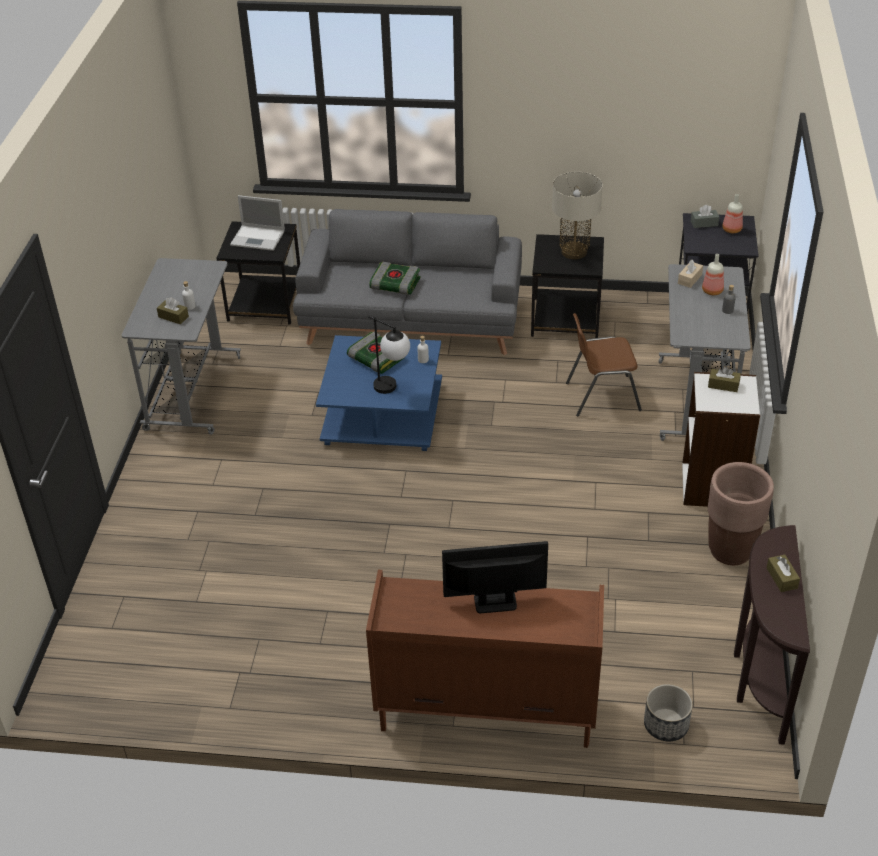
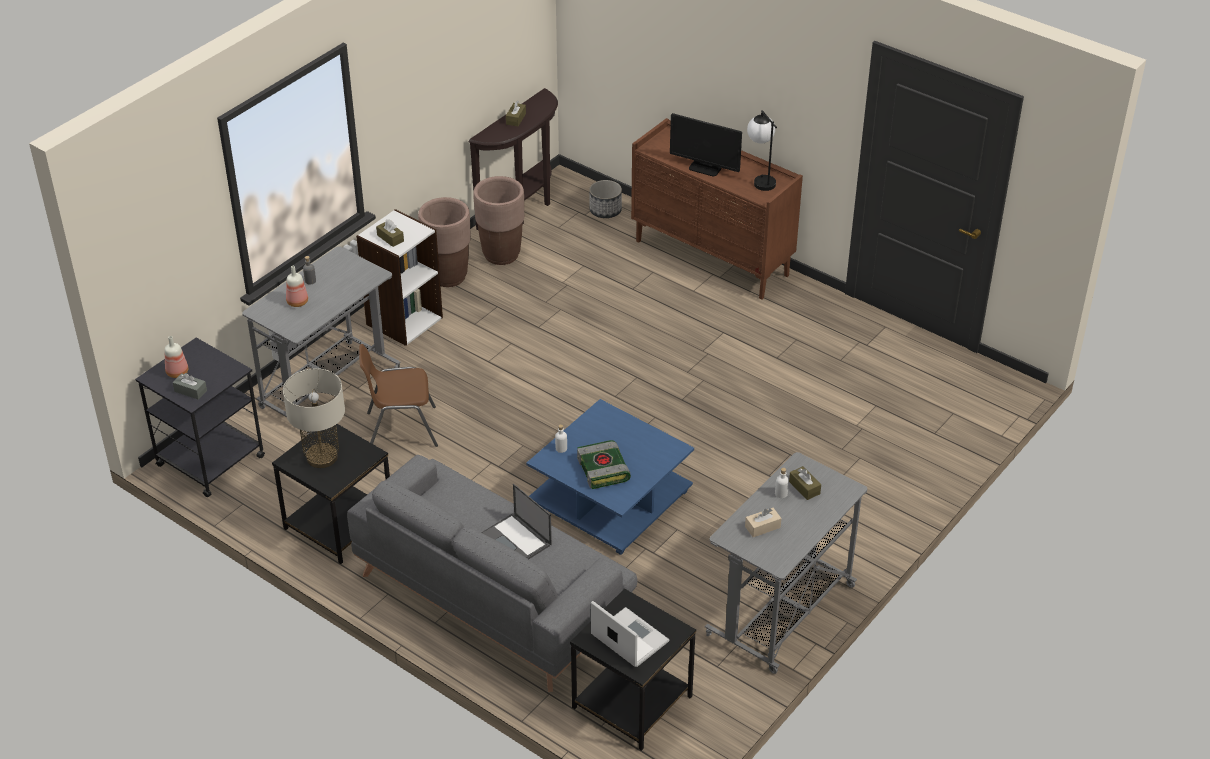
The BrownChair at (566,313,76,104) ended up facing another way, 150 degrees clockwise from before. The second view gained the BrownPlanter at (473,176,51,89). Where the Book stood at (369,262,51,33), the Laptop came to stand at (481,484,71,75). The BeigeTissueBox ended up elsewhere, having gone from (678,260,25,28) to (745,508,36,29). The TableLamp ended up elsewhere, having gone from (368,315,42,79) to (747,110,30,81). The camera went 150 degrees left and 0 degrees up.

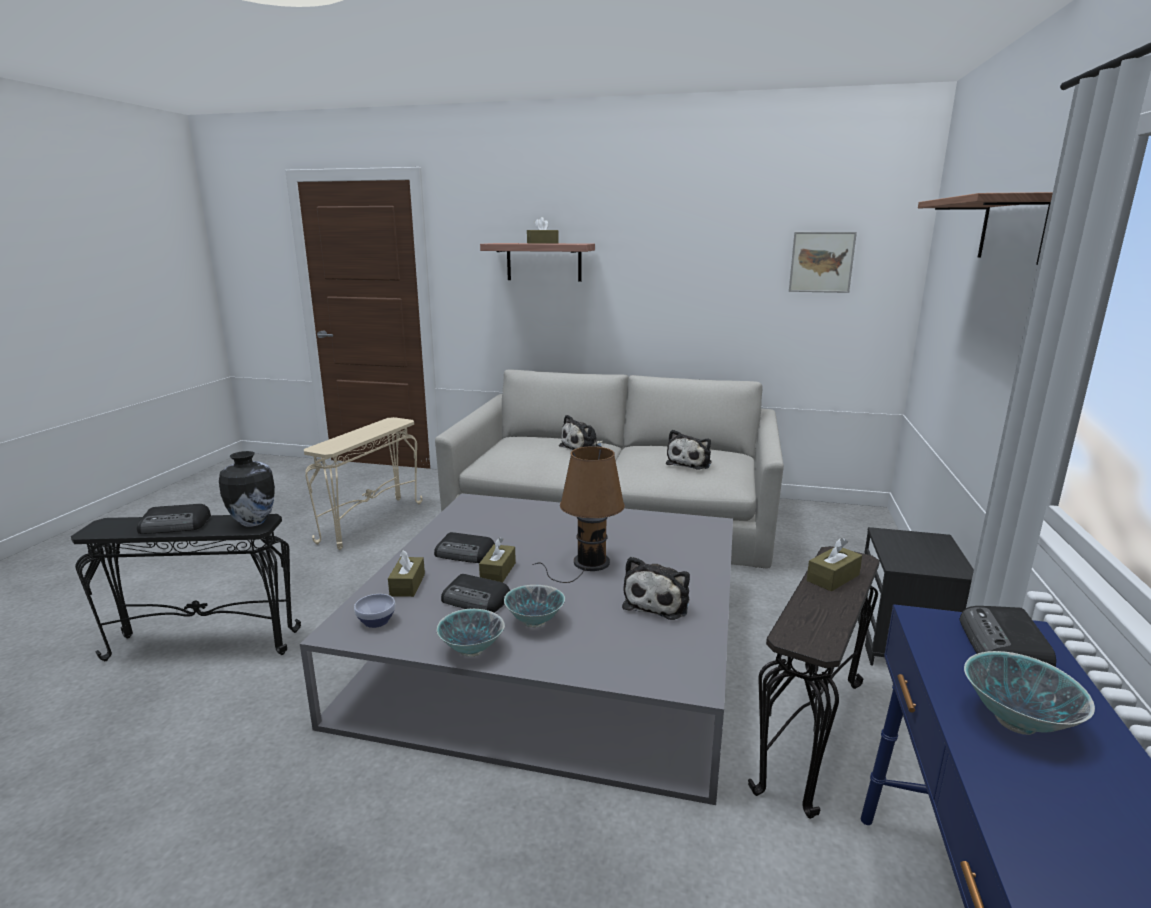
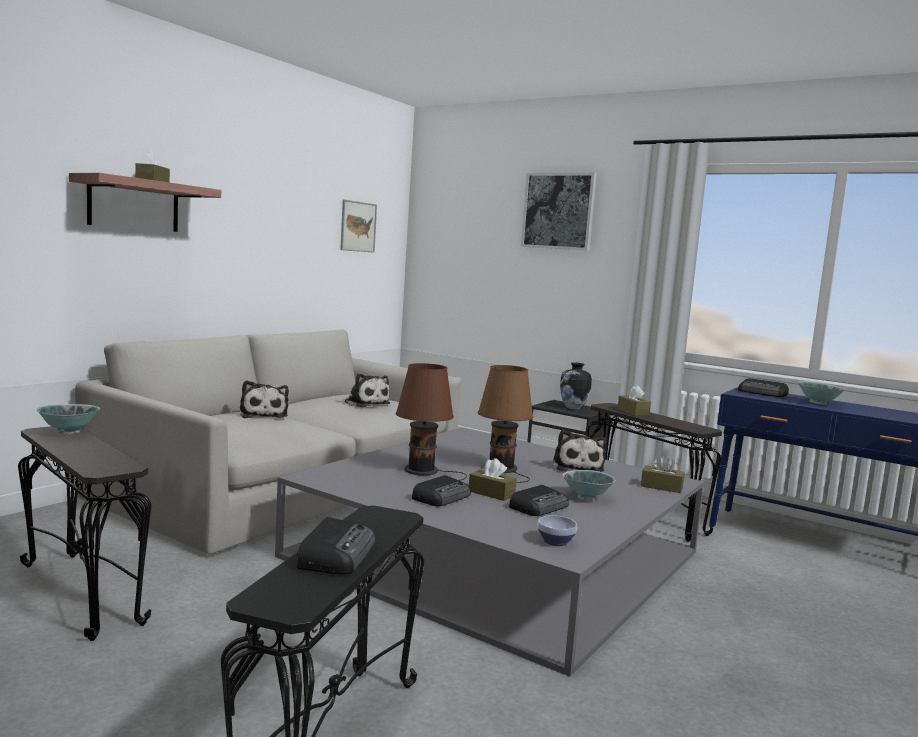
What was the BeigeSideTable at (304,417,119,133) turned into the BlackSideTable at (18,426,133,215). The Bowl ended up elsewhere, having gone from (437,609,68,48) to (37,404,63,30). The second view gained the BrownTableLamp at (396,363,71,118). Where the Shelf hung at (918,192,135,73), the Picture came to hang at (521,172,76,79). The PlushToy at (622,556,68,64) ended up facing another way, 45 degrees clockwise from before. The Vase ended up elsewhere, having gone from (219,451,56,76) to (560,362,32,48). The BrownTissueBox ended up elsewhere, having gone from (388,550,37,47) to (641,455,44,38). The camera went 70 degrees left and 10 degrees down.

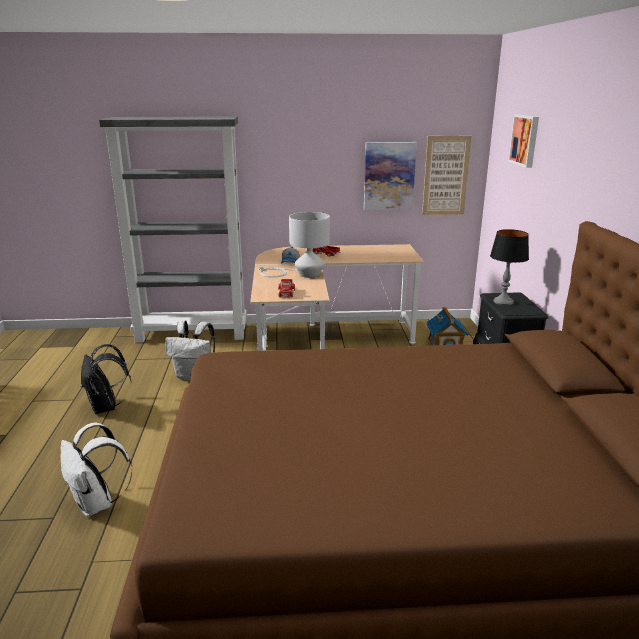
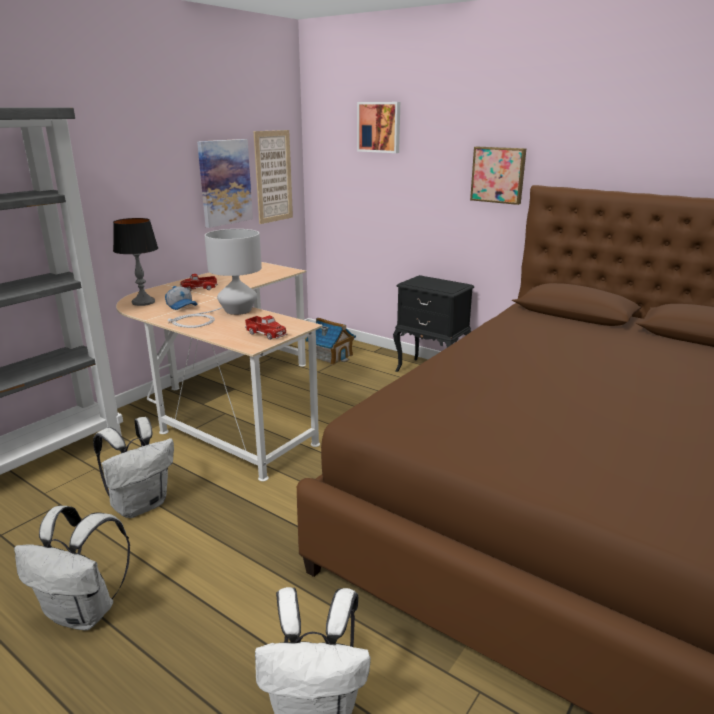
What was the BlackBackpack at (81,344,51,70) turned into the WhiteBackpack at (14,506,116,124). The TableLamp ended up elsewhere, having gone from (490,229,39,77) to (113,218,45,88). The second view gained the Picture at (470,147,57,58). The camera went 50 degrees left and 0 degrees up.

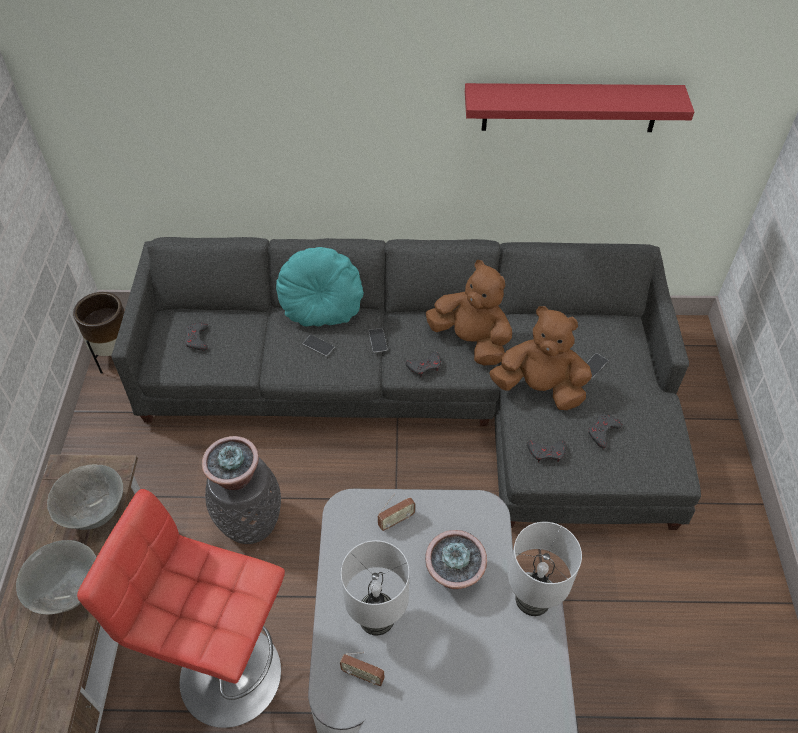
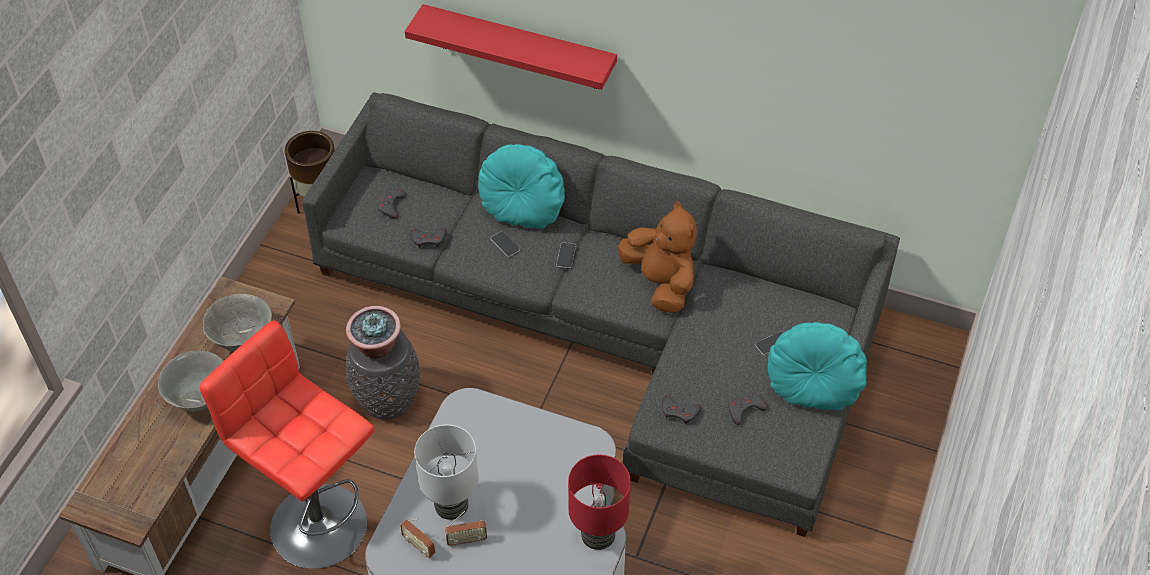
The RedShelf ended up elsewhere, having gone from (465,83,229,49) to (405,4,212,86). The GreyGameController ended up elsewhere, having gone from (406,352,35,25) to (410,228,37,20). The Radio ended up elsewhere, having gone from (378,493,37,38) to (445,511,42,36). What was the GreyTableLamp at (508,522,74,94) turned into the RedTableLamp at (568,455,63,95). The second view gained the TurquoisePillow at (768,322,99,89). The second view lost the PottedPlant at (425,530,62,59). The second view lost the BrownPlushToy at (489,306,103,104). The camera went 20 degrees right and 0 degrees up.

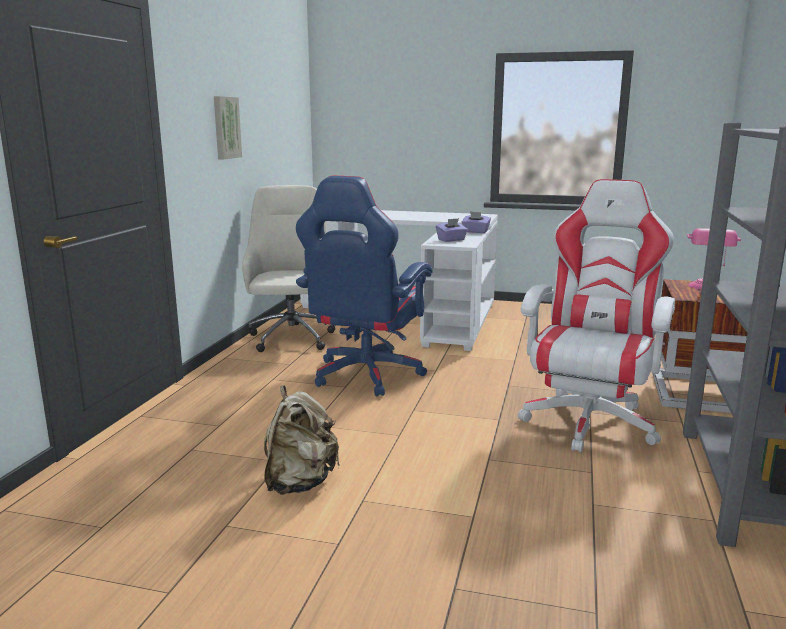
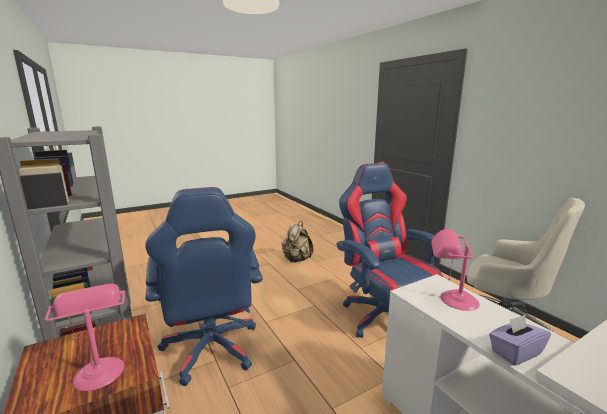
What was the WhiteOfficeChair at (518,179,157,273) turned into the BlueOfficeChair at (145,187,118,199). Where the PurpleTissueBox stood at (436,218,32,24), the PinkTableLamp came to stand at (432,229,48,82). The second view lost the Picture at (214,96,28,63). The camera went 135 degrees right and 0 degrees up.

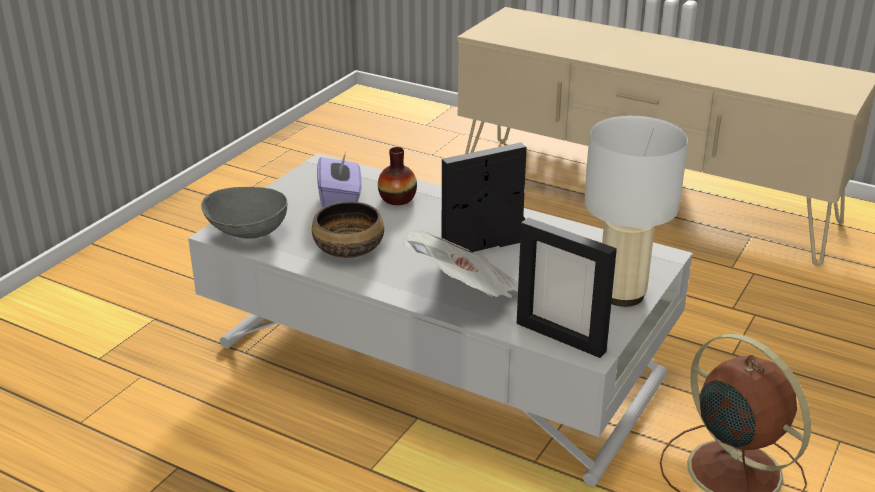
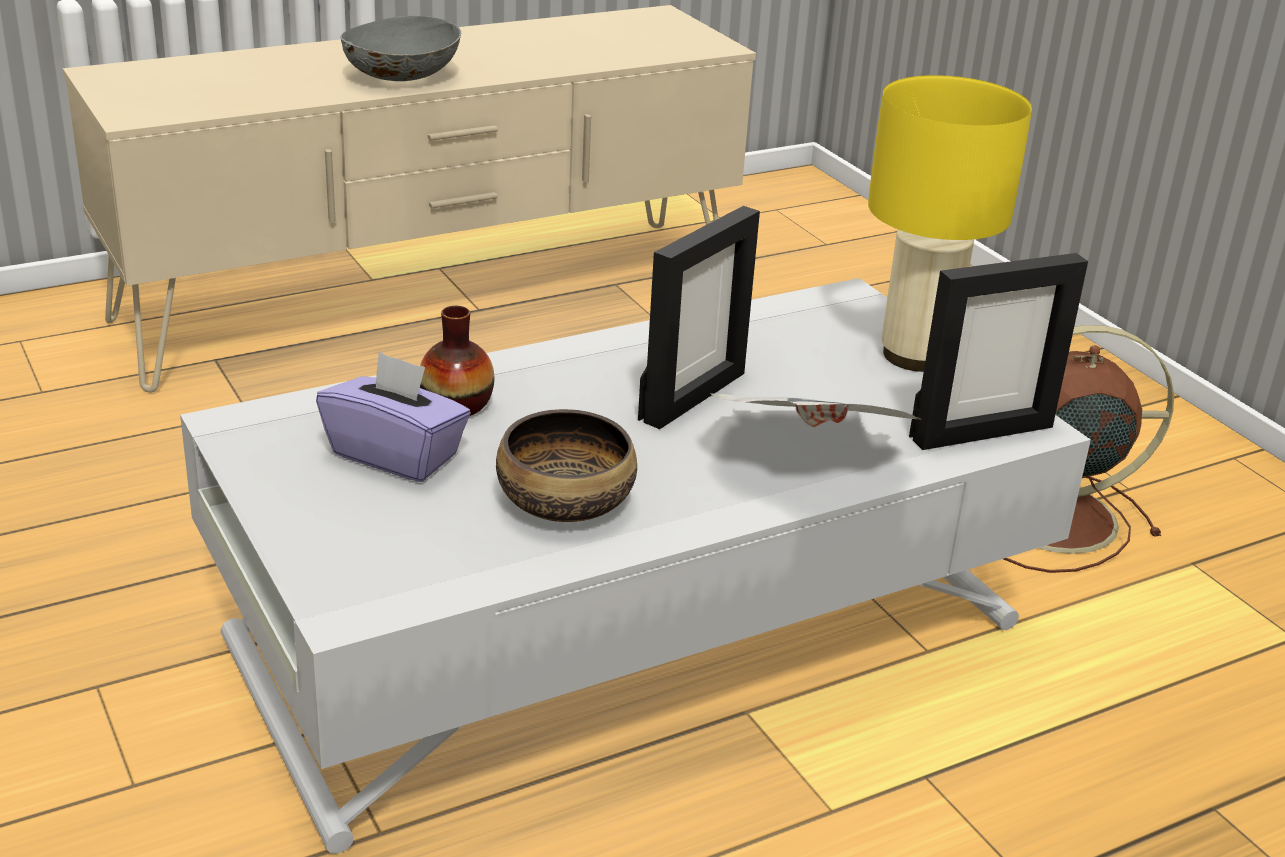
The GreyBowl ended up elsewhere, having gone from (201,187,86,52) to (340,16,121,65). The PictureFrame at (442,142,85,110) ended up facing another way, 150 degrees counterclockwise from before. What was the WhiteTableLamp at (584,116,104,191) turned into the YellowTableLamp at (868,75,164,297). The camera went 60 degrees left and 0 degrees up.

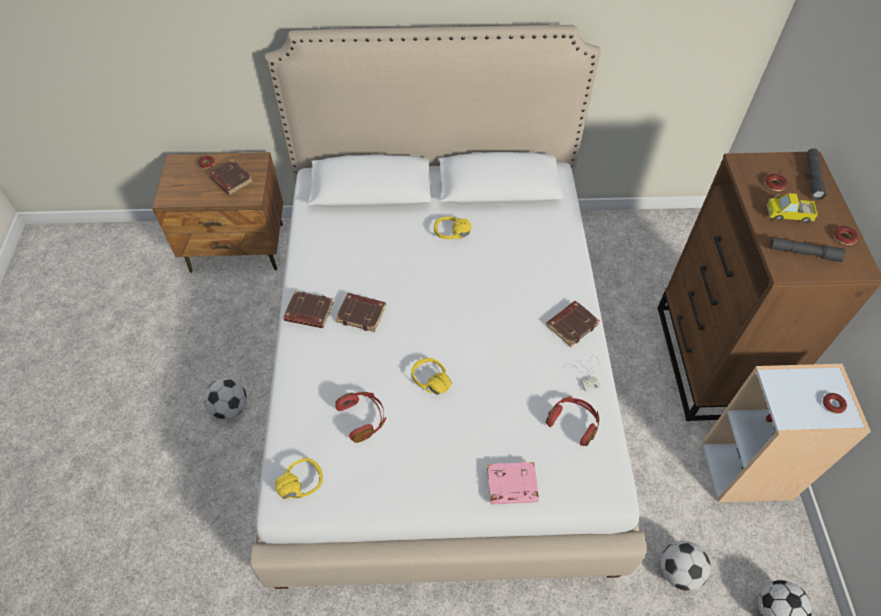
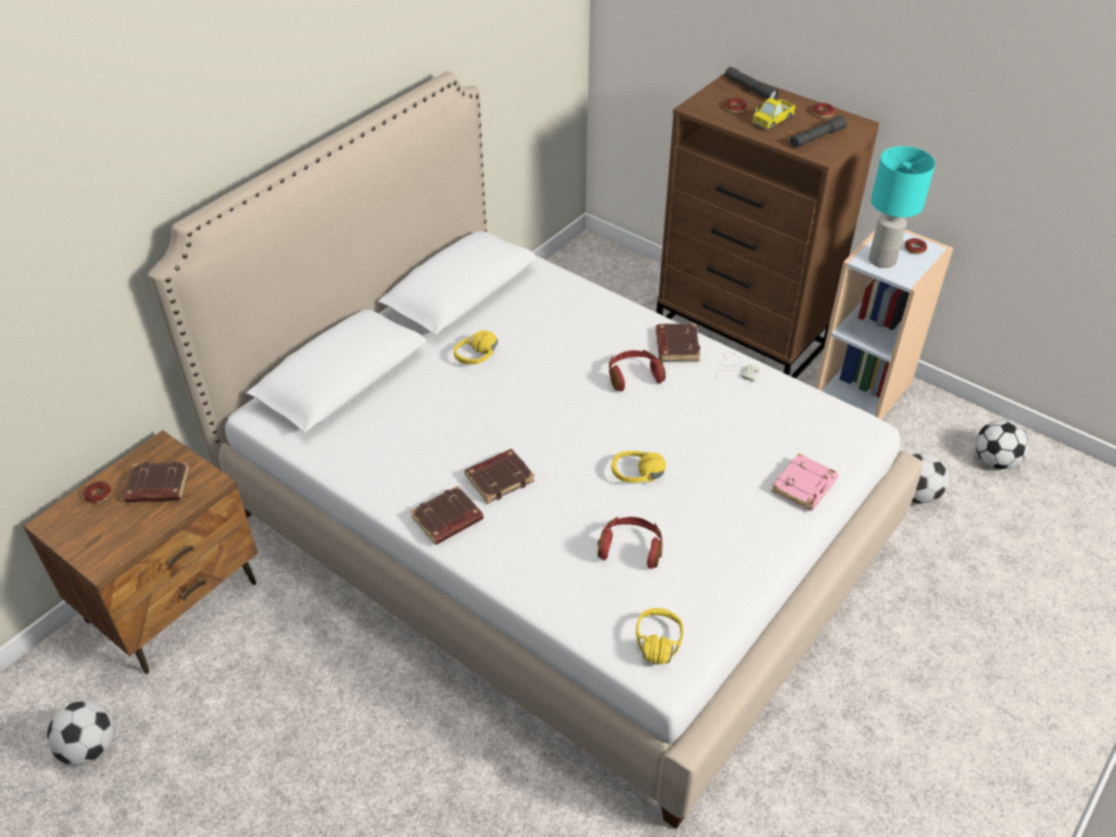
The Football ended up elsewhere, having gone from (204,378,43,41) to (47,701,68,64). The RedHeadphones ended up elsewhere, having gone from (546,396,53,51) to (609,350,57,41). The second view gained the TurquoiseTableLamp at (869,146,66,122). The camera went 50 degrees left and 10 degrees down.

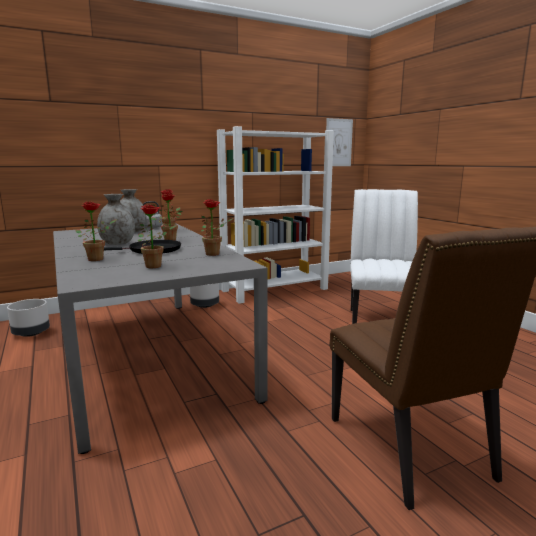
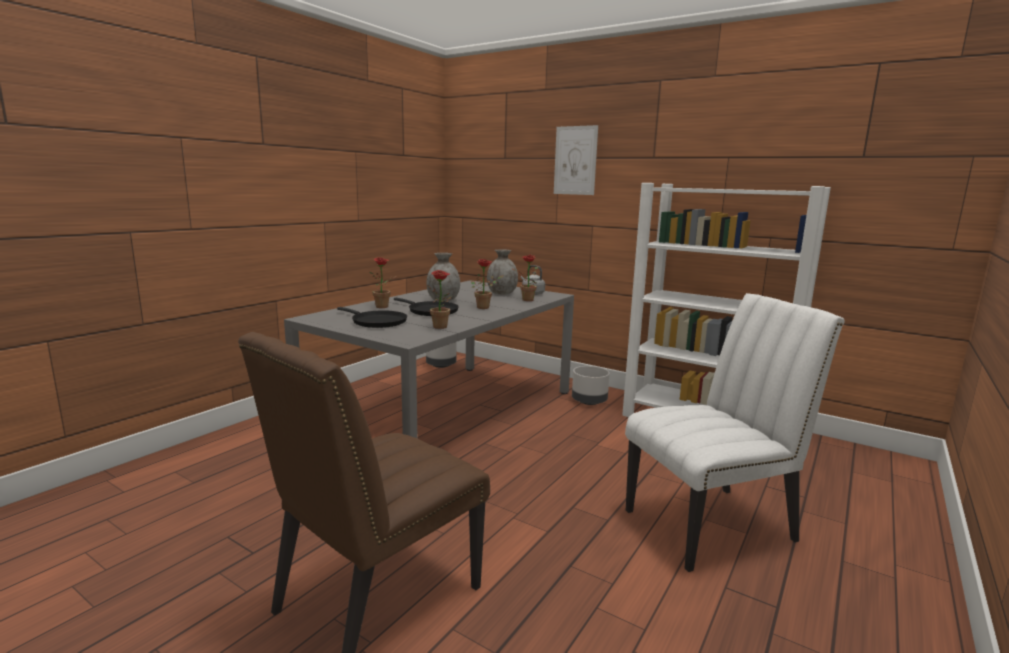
Where the PottedPlant stood at (138,205,39,63), the BlackFryingPan came to stand at (337,307,70,21). The Picture ended up elsewhere, having gone from (326,118,27,48) to (554,125,44,70). The camera went 60 degrees right and 0 degrees up.

